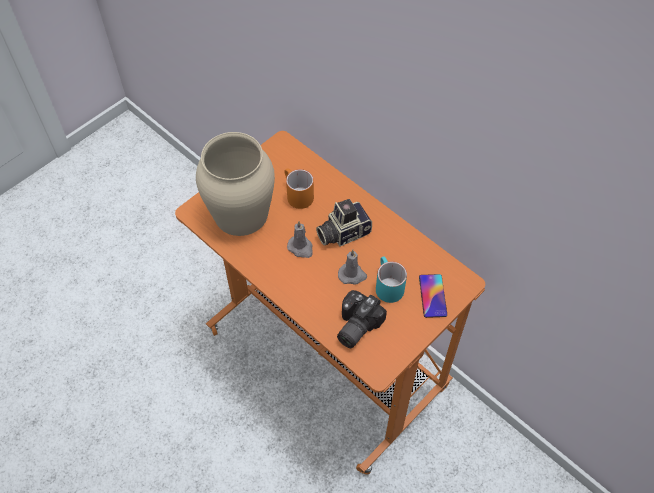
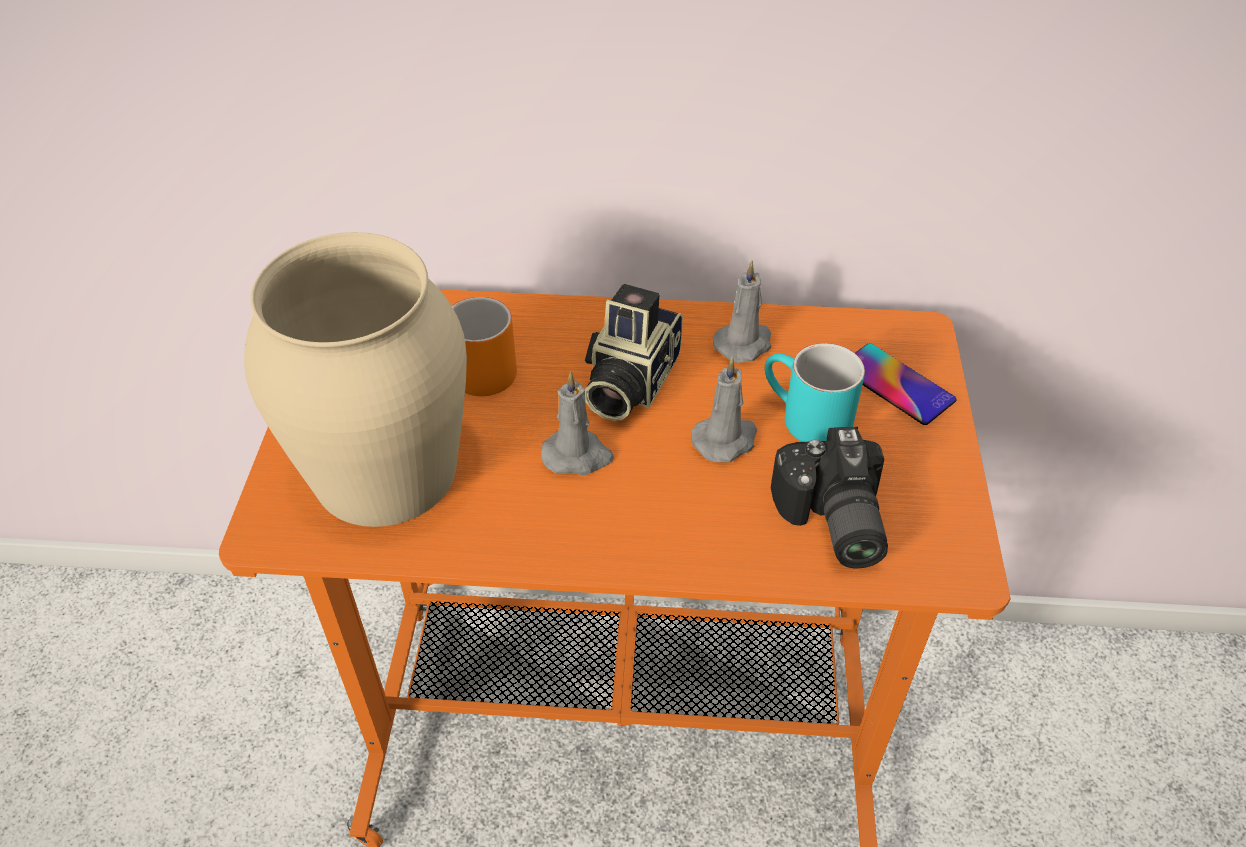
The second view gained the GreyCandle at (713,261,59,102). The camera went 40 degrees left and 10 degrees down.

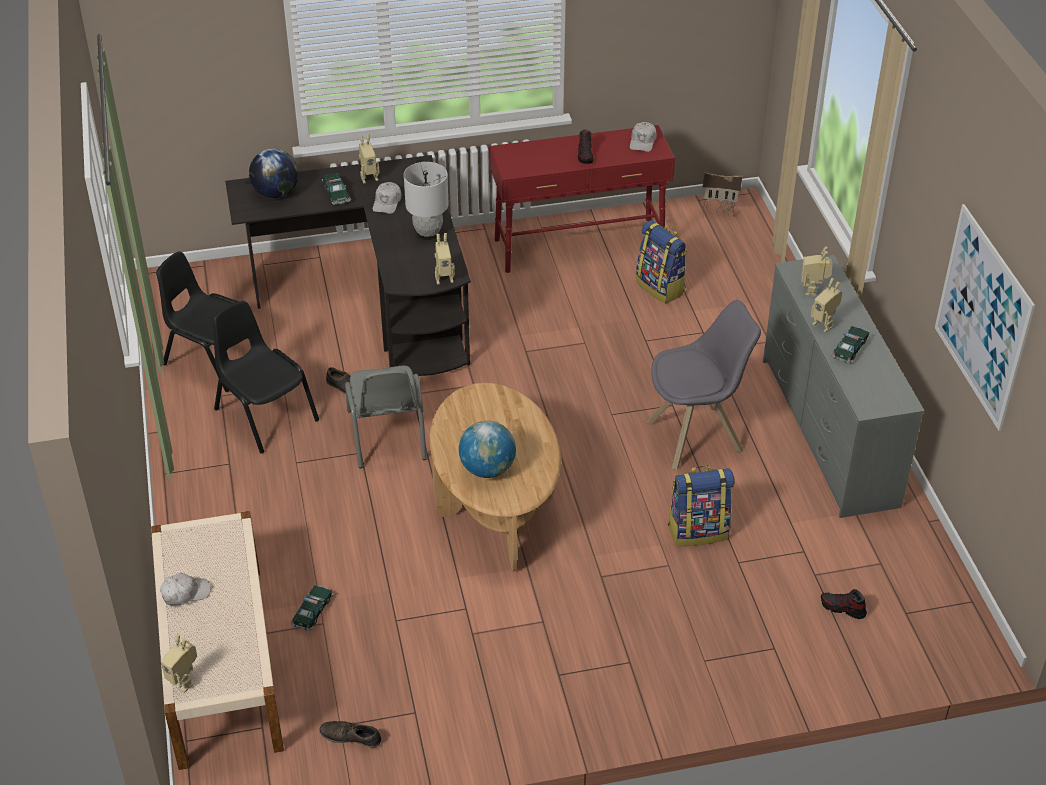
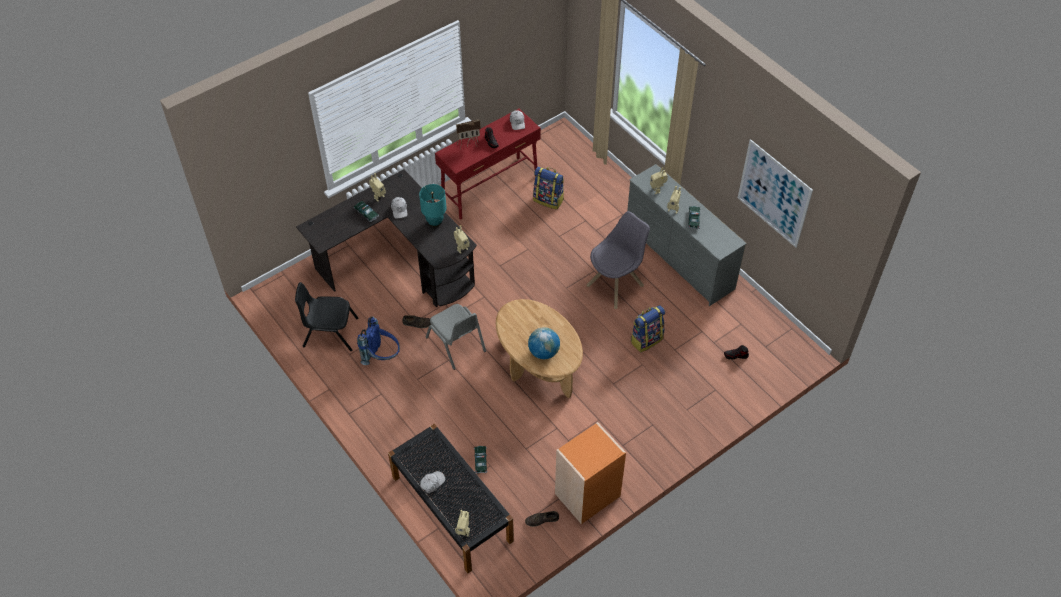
Where the BlackChair stood at (212,301,107,153), the BlueBackpack came to stand at (357,316,43,49). What was the BeigeBench at (151,511,133,259) turned into the BlackBench at (388,424,126,150). What was the WhiteTableLamp at (404,162,45,78) turned into the TurquoiseTableLamp at (419,184,27,43). The ToyHouse ended up elsewhere, having gone from (702,172,40,48) to (456,120,25,29). The second view gained the OrangeBookcase at (555,422,71,102). The second view lost the Globe at (249,148,50,50). The camera went 25 degrees left and 10 degrees up.

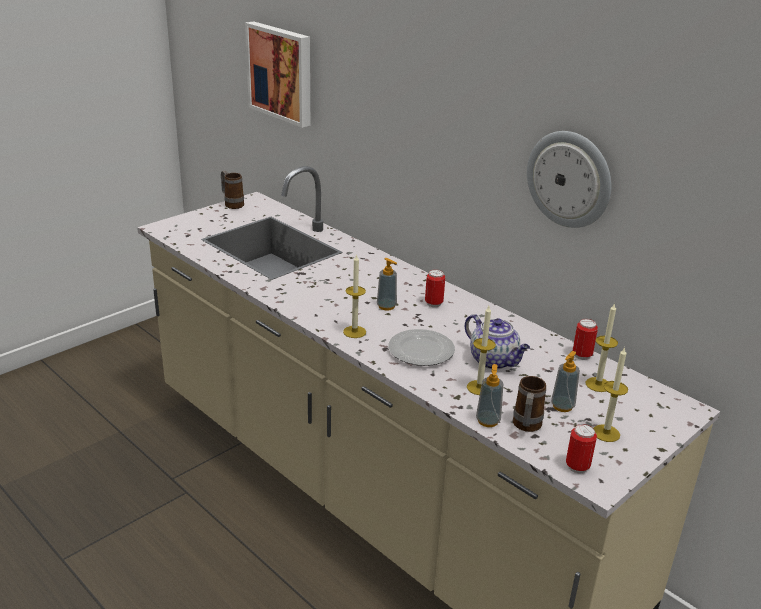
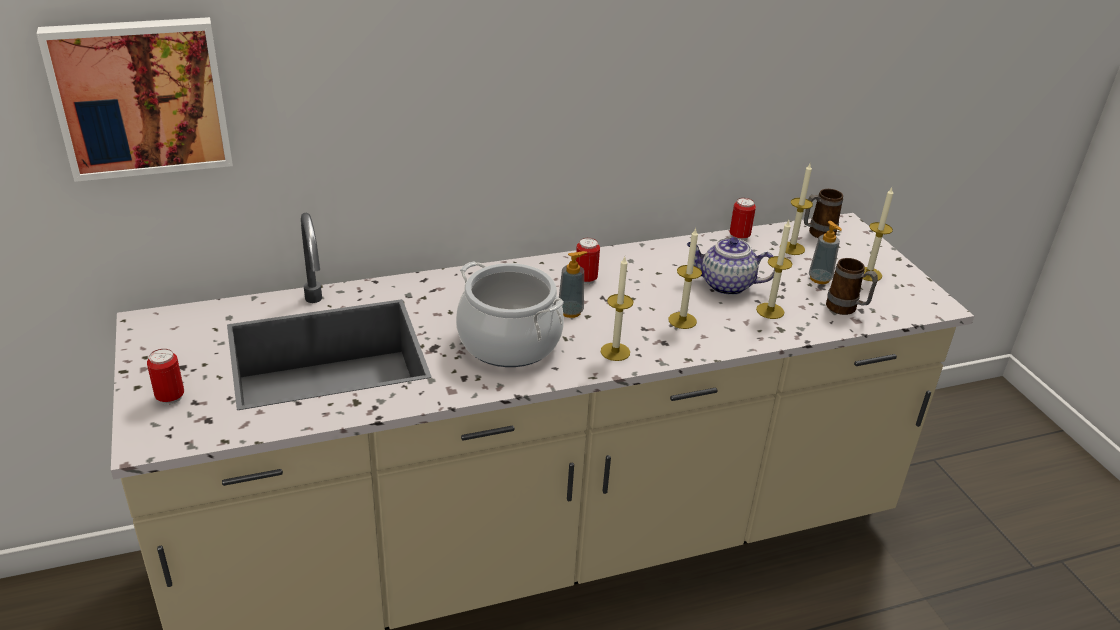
The Can ended up elsewhere, having gone from (566,424,31,49) to (147,349,37,56). The second view gained the CookingPot at (456,261,108,106). Where the Plate stood at (388,329,67,37), the Candle came to stand at (668,228,34,101). The Teapot at (465,314,65,55) ended up facing another way, 150 degrees counterclockwise from before. The Mug ended up elsewhere, having gone from (221,171,23,38) to (804,189,39,49). The second view lost the SoapDispenser at (476,364,27,63). The second view lost the WallClock at (527,131,84,97). The camera went 65 degrees left and 5 degrees up.

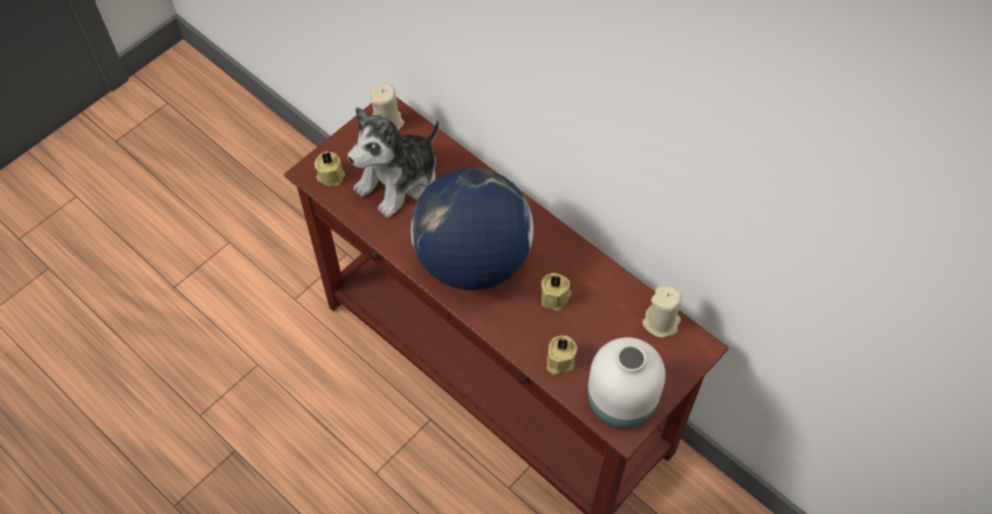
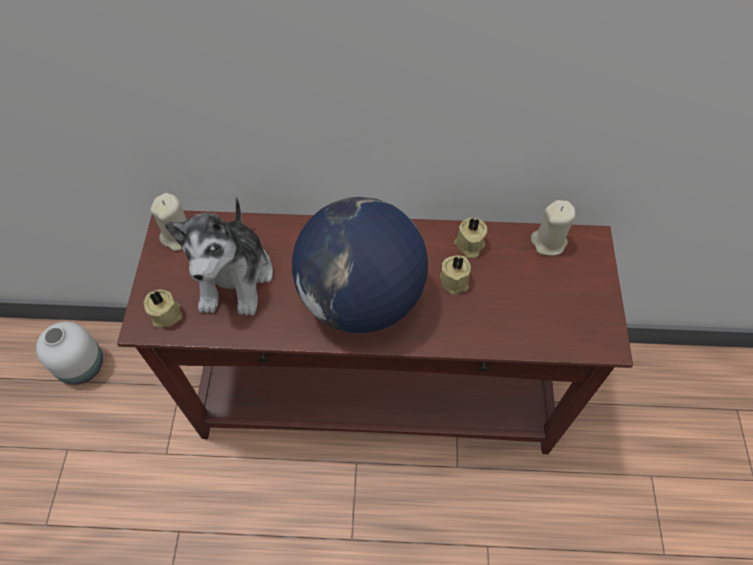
The WhiteVase ended up elsewhere, having gone from (587,337,78,92) to (36,322,67,63). The BeigeCandle ended up elsewhere, having gone from (547,335,30,40) to (454,218,33,40). The camera went 40 degrees left and 0 degrees up.

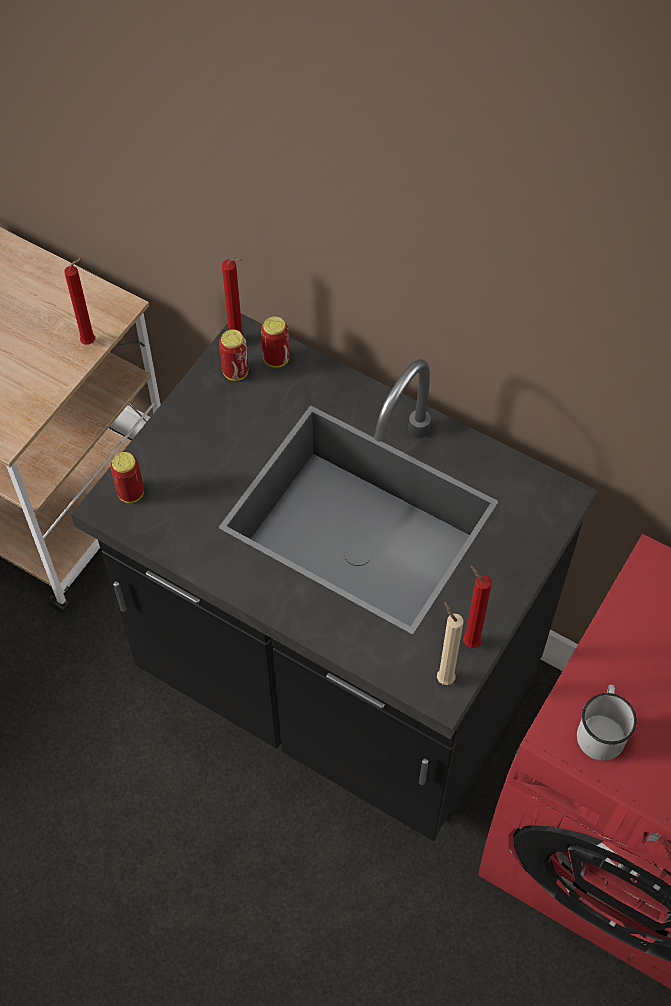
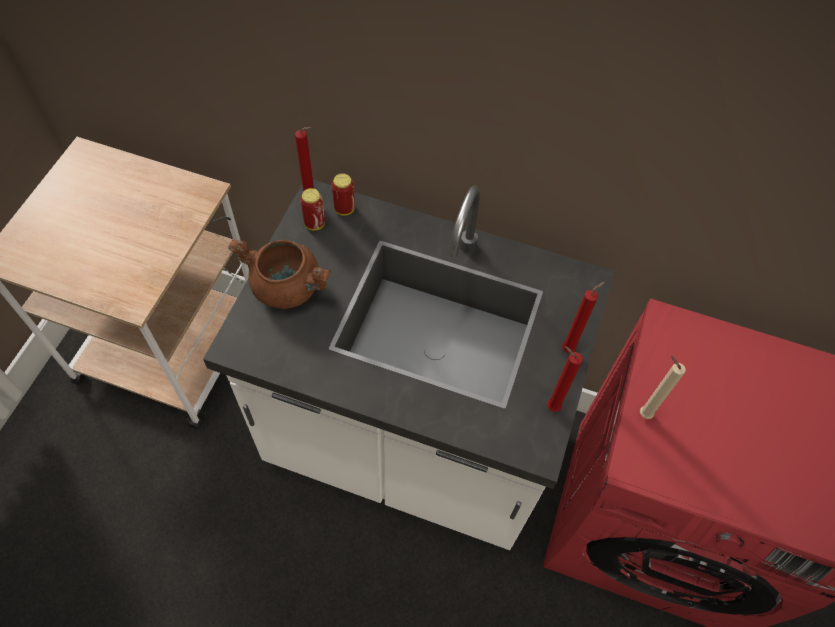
What was the BlackCounter at (71,313,526,528) turned into the WhiteCounter at (203,180,411,370). The second view gained the BrownCookingPot at (228,239,103,70). The RedCandle ended up elsewhere, having gone from (64,258,31,87) to (562,282,43,71). The BeigeCandle ended up elsewhere, having gone from (437,602,27,83) to (640,355,46,64). The second view lost the Can at (110,452,34,51). The second view lost the WhiteMug at (577,684,60,77). The camera went 15 degrees left and 0 degrees up.

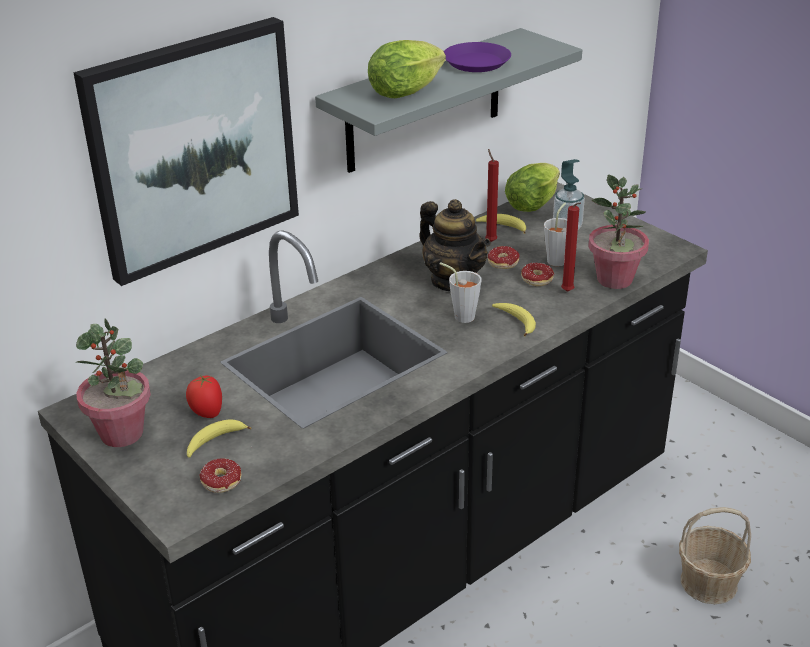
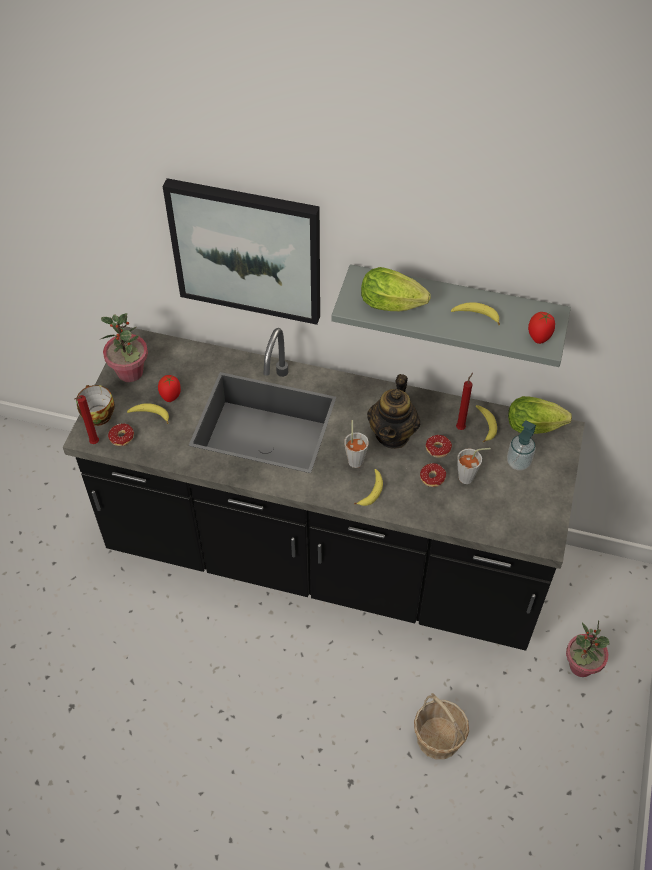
The RedCandle ended up elsewhere, having gone from (561,202,20,90) to (74,395,25,49). The second view gained the Cup at (76,385,39,41). Where the PurplePlate stood at (444,42,67,30), the Banana came to stand at (451,302,49,23). The second view gained the Tomato at (528,312,27,32). The PottedPlant ended up elsewhere, having gone from (588,174,61,115) to (566,620,43,57). The camera went 55 degrees right and 20 degrees up.

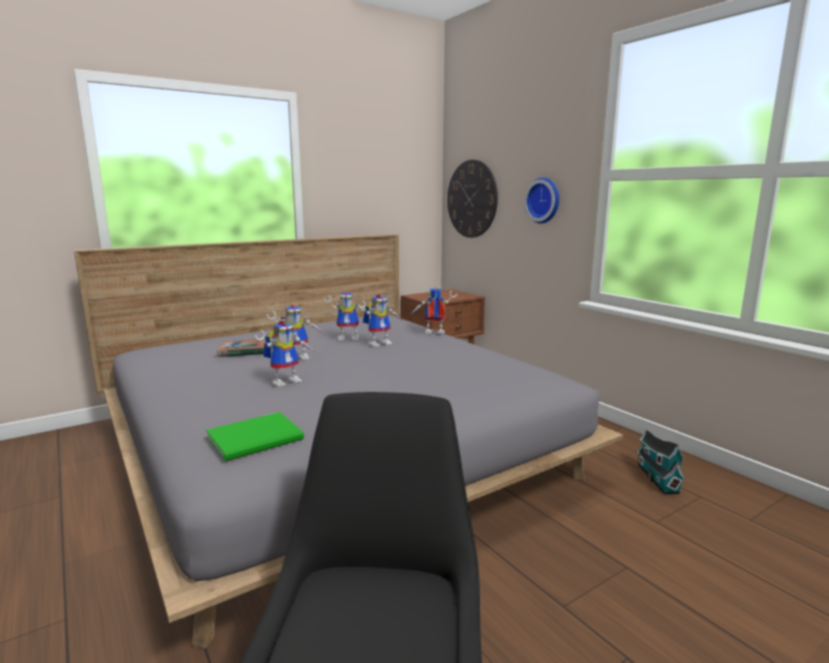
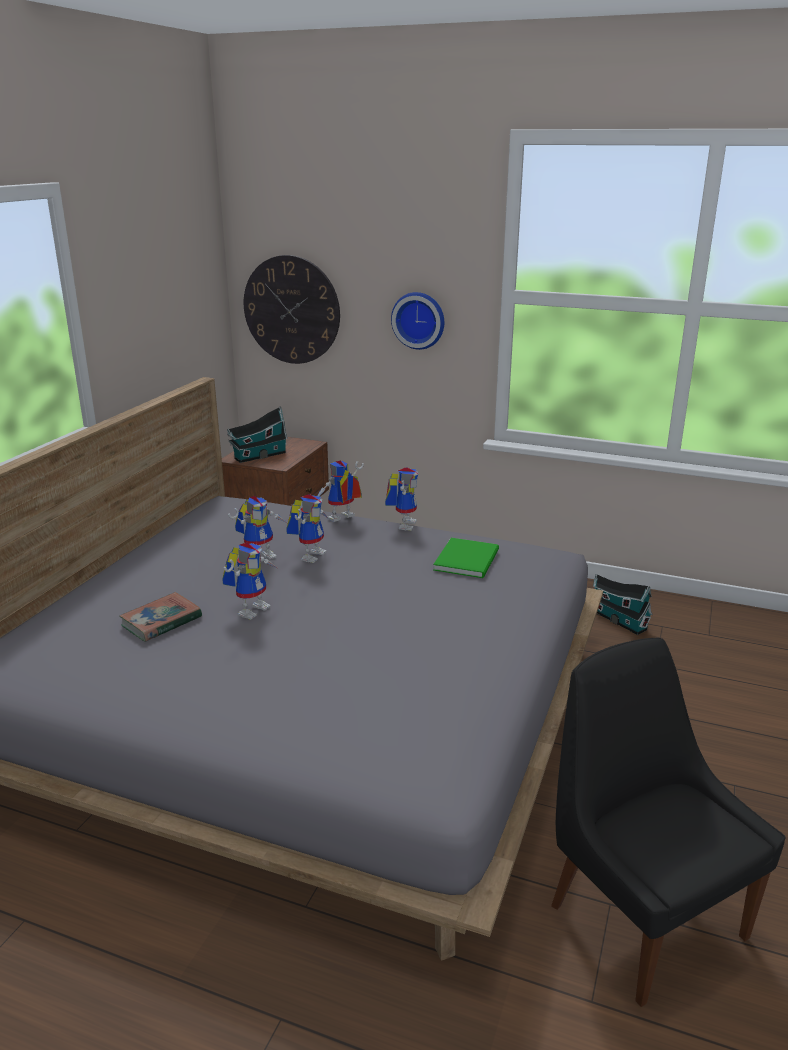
The second view gained the ToyHouse at (227,407,61,56). The ToyRobot ended up elsewhere, having gone from (254,321,59,67) to (385,467,33,64). The GreenBook ended up elsewhere, having gone from (206,412,98,49) to (433,538,66,40). The camera went 35 degrees left and 10 degrees up.

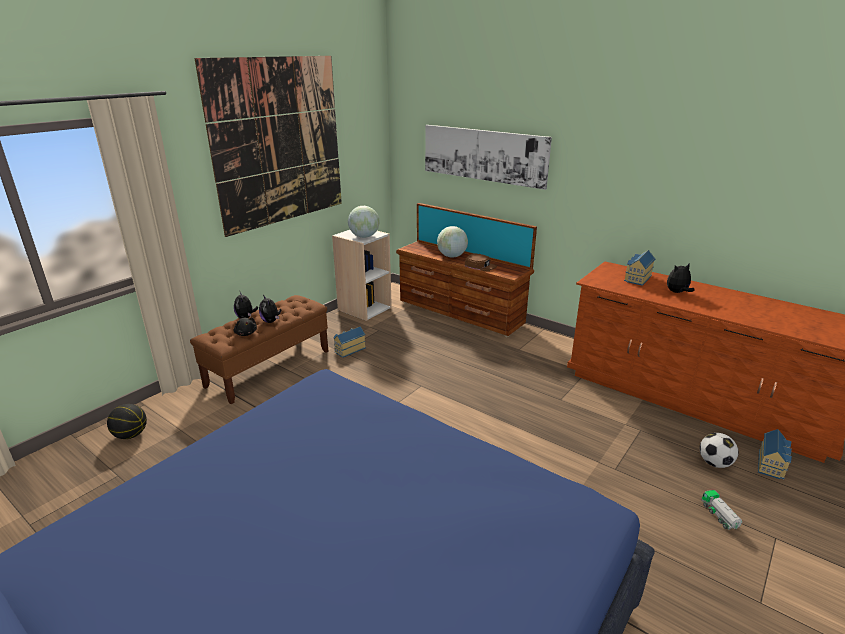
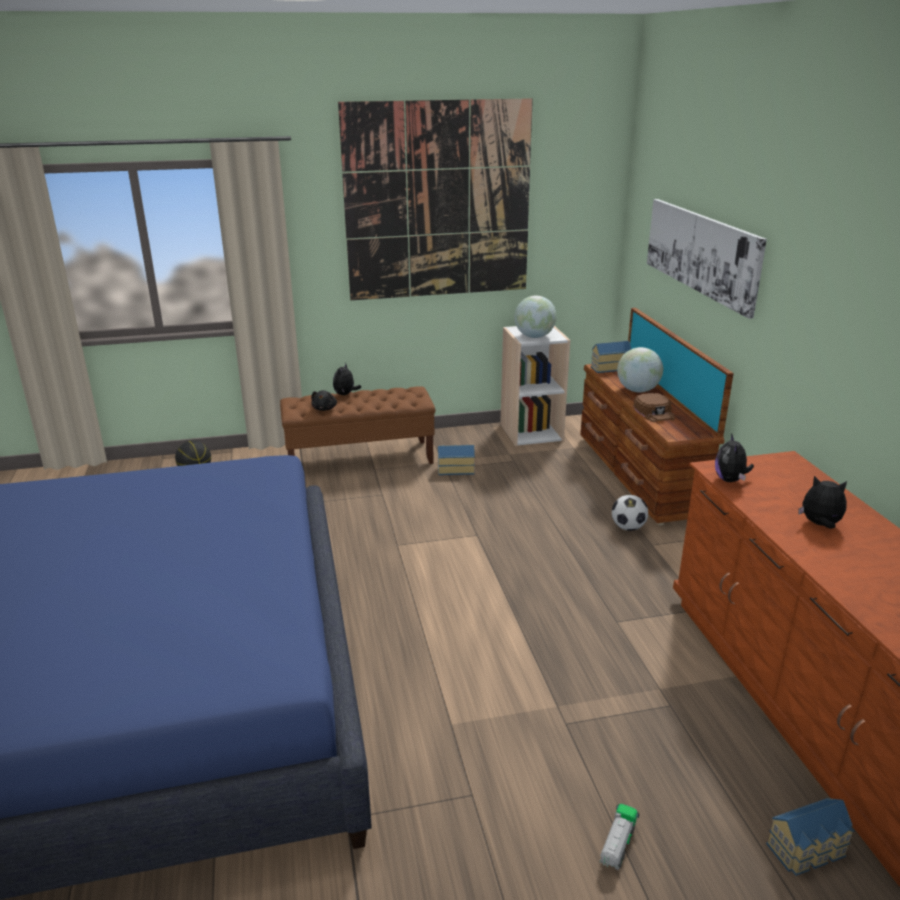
The ToyHouse ended up elsewhere, having gone from (624,250,31,36) to (591,341,40,32). The Football ended up elsewhere, having gone from (700,433,39,35) to (612,495,36,36). The PlushToy ended up elsewhere, having gone from (259,295,22,28) to (715,433,39,49). The camera went 40 degrees right and 0 degrees up.

